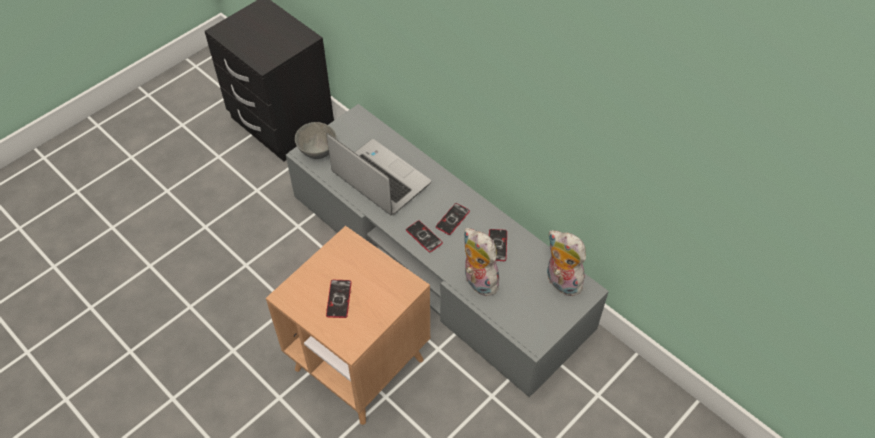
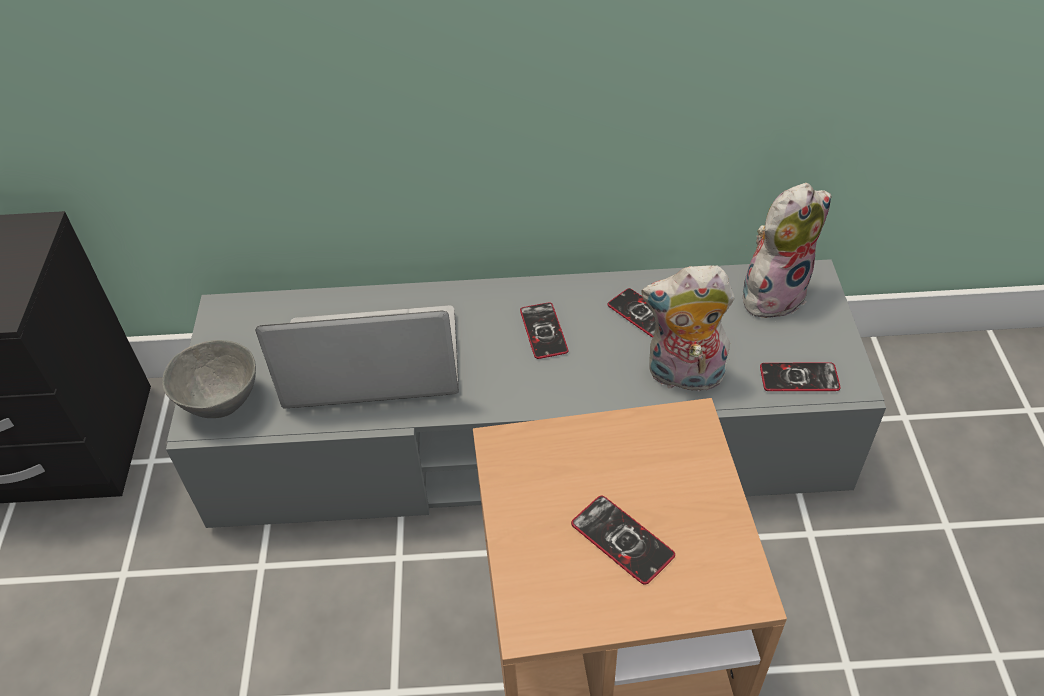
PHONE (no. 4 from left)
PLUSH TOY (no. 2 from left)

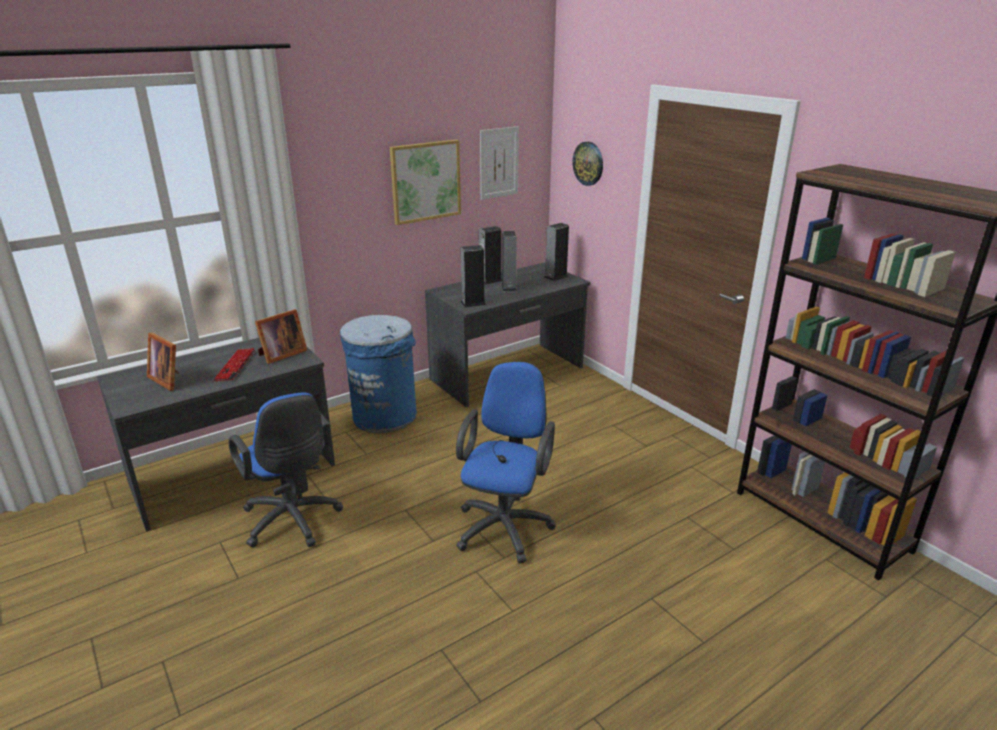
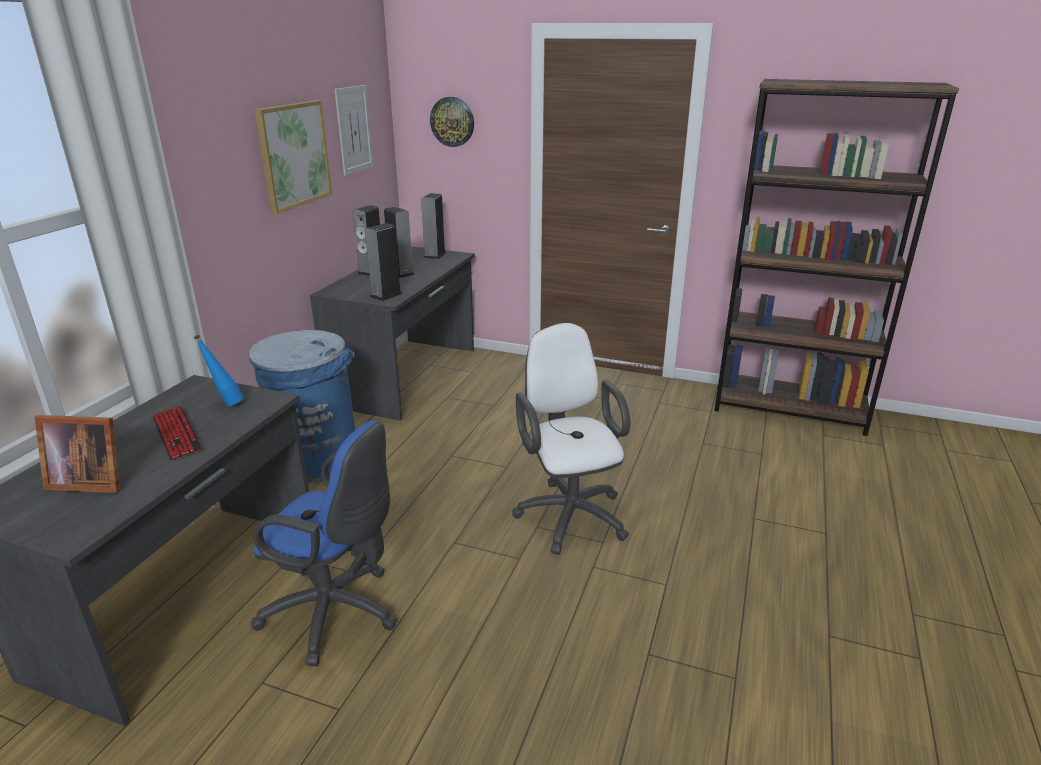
BLUE BOTTLE
WHITE OFFICE CHAIR

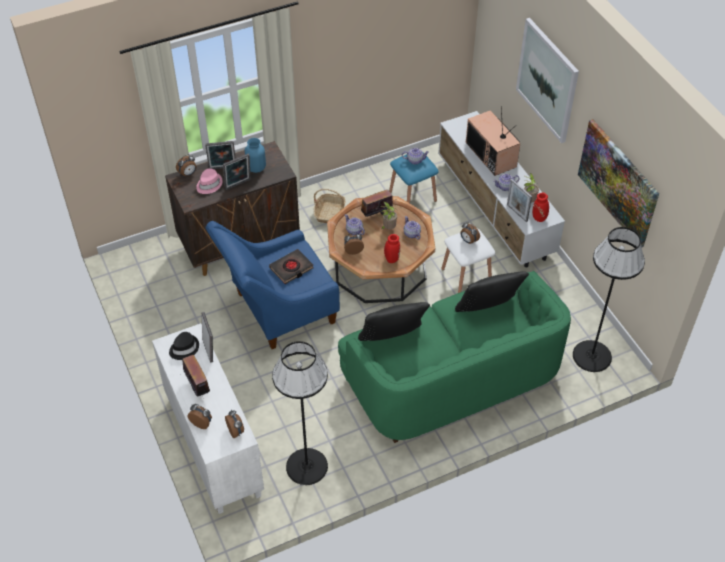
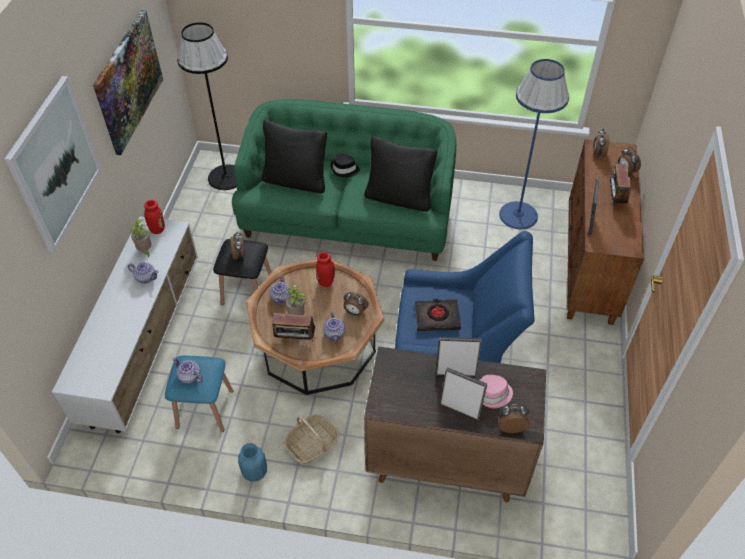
TELEVISION
PICTURE FRAME (no. 4 from left in the first image)
BLACK HAT
BLUE VASE
BROWN CABINET (no. 2 from left)
BLUE FLOOR LAMP
BLACK STOOL

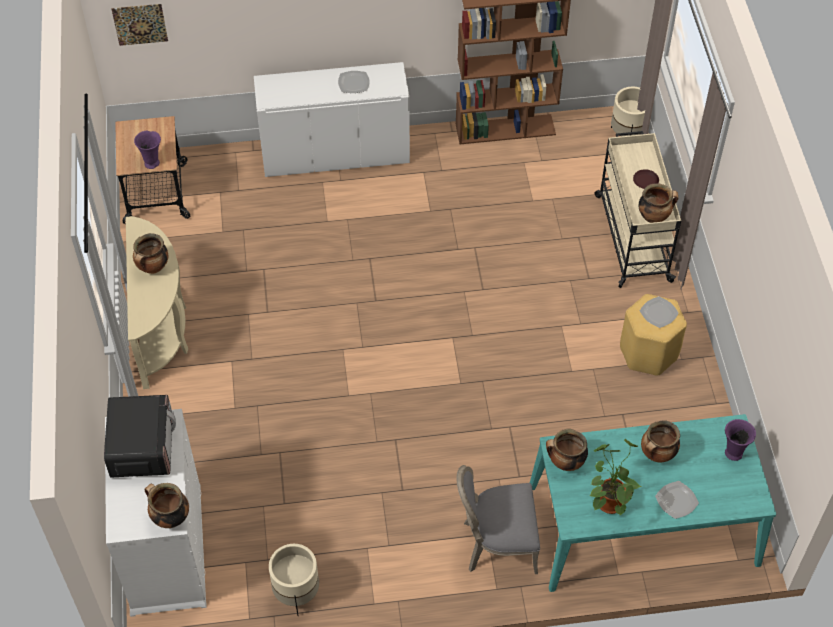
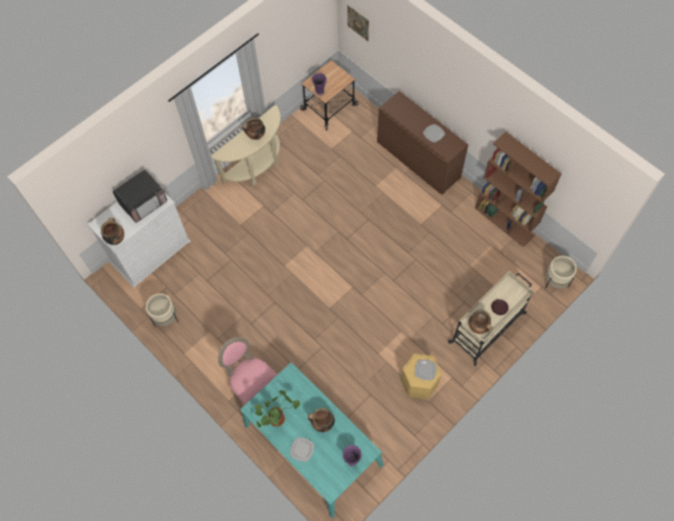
COOKING POT (no. 3 from left in the first image)
BROWN CABINET
PINK CHAIR

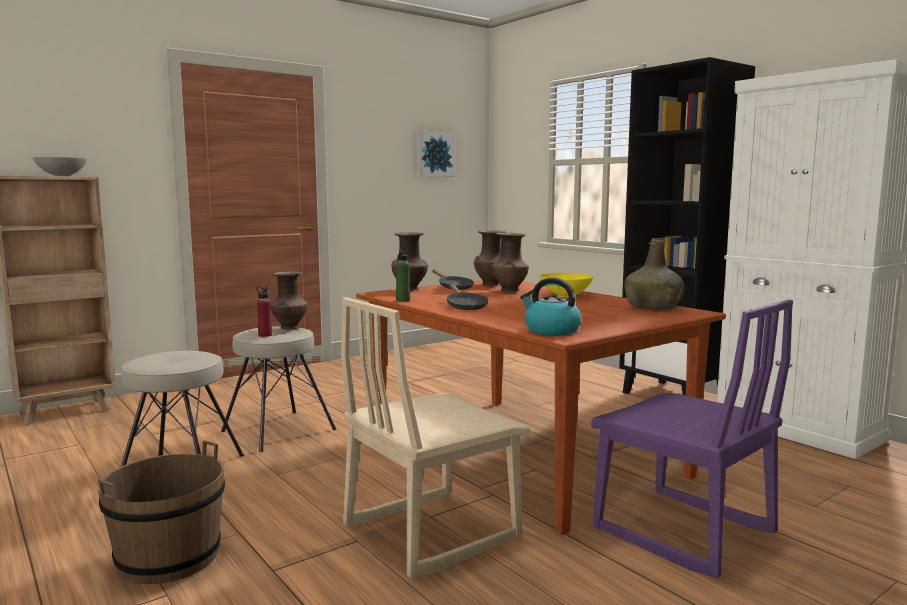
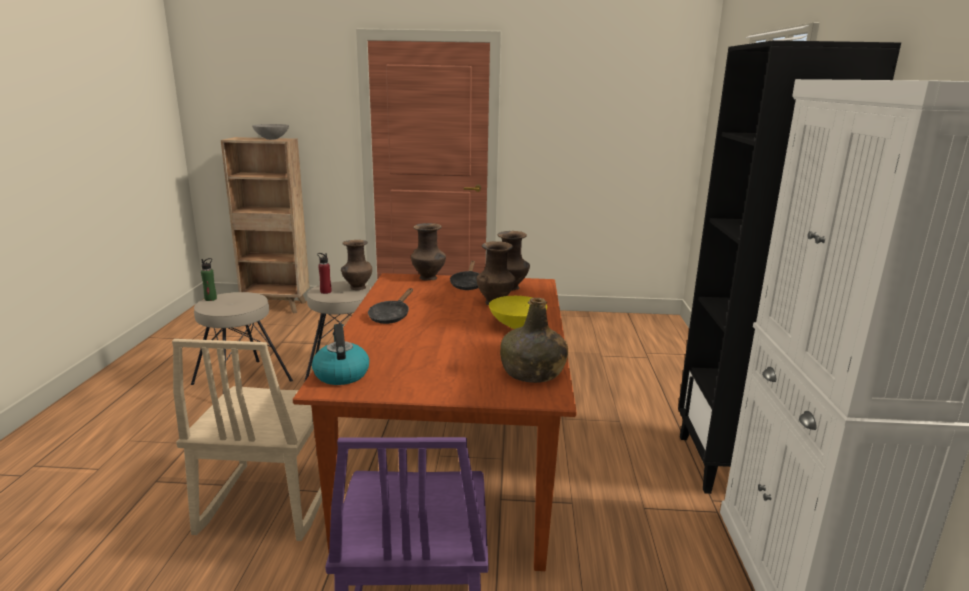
BROWN BUCKET
PICTURE
GREEN BOTTLE (no. 1 from left)
BEIGE CHAIR

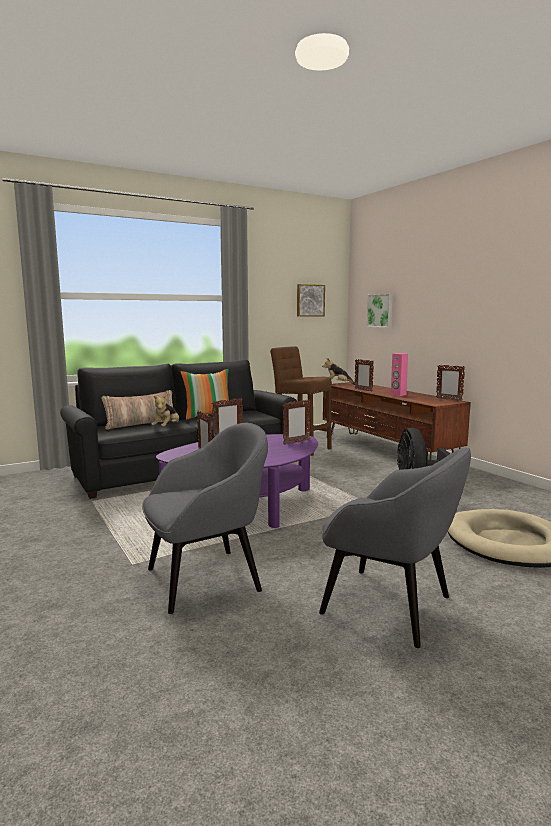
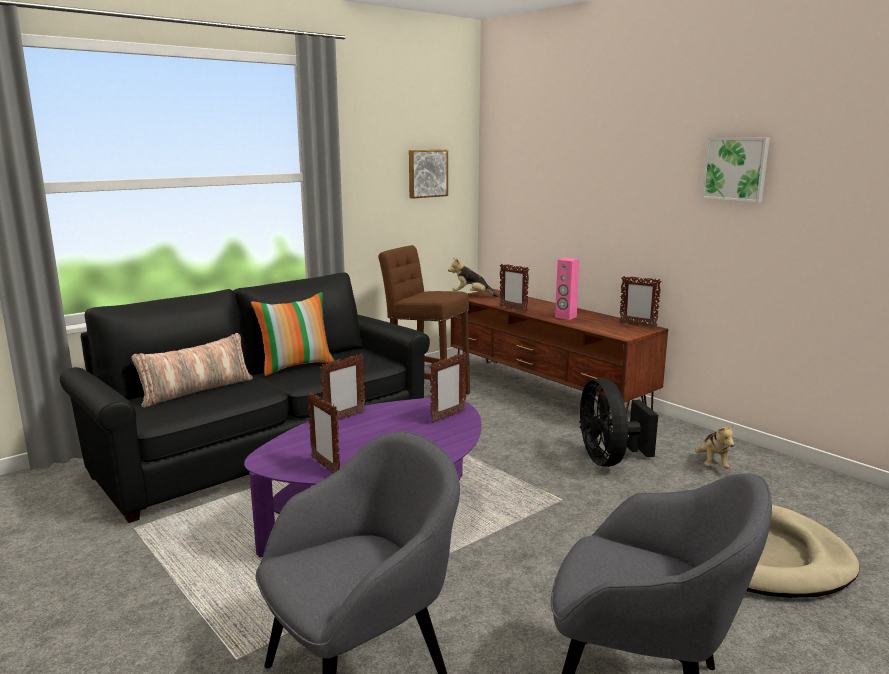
PLUSH TOY (no. 2 from left)
PICTURE (no. 2 from left)

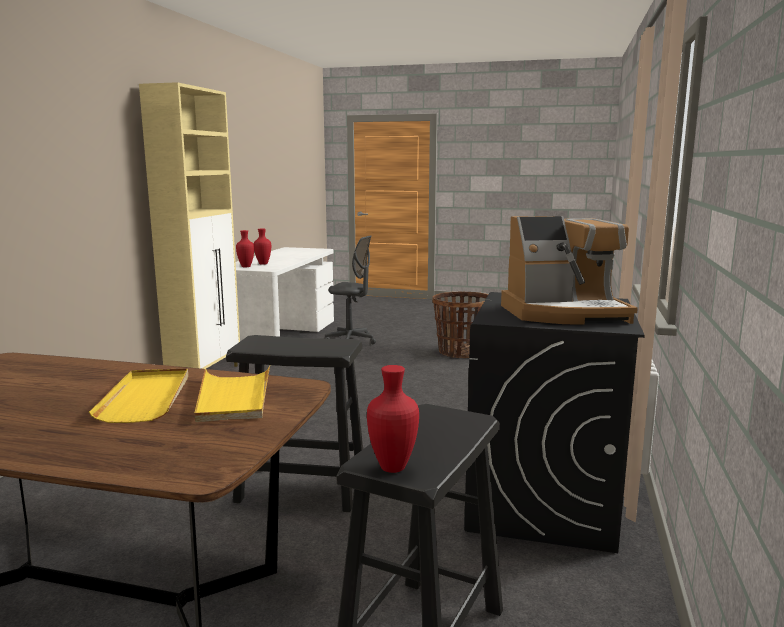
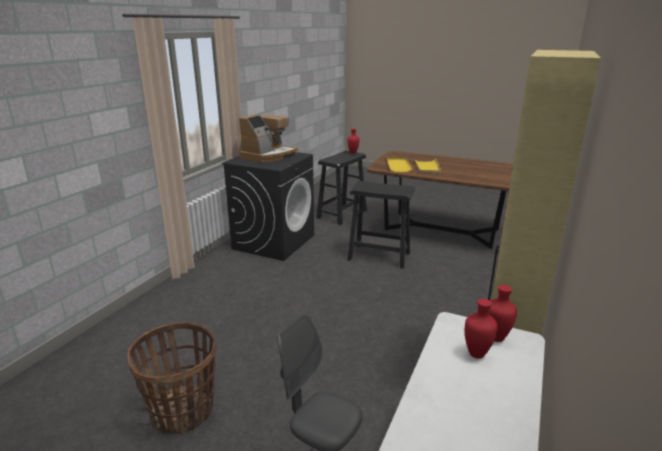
COFFEE MACHINE

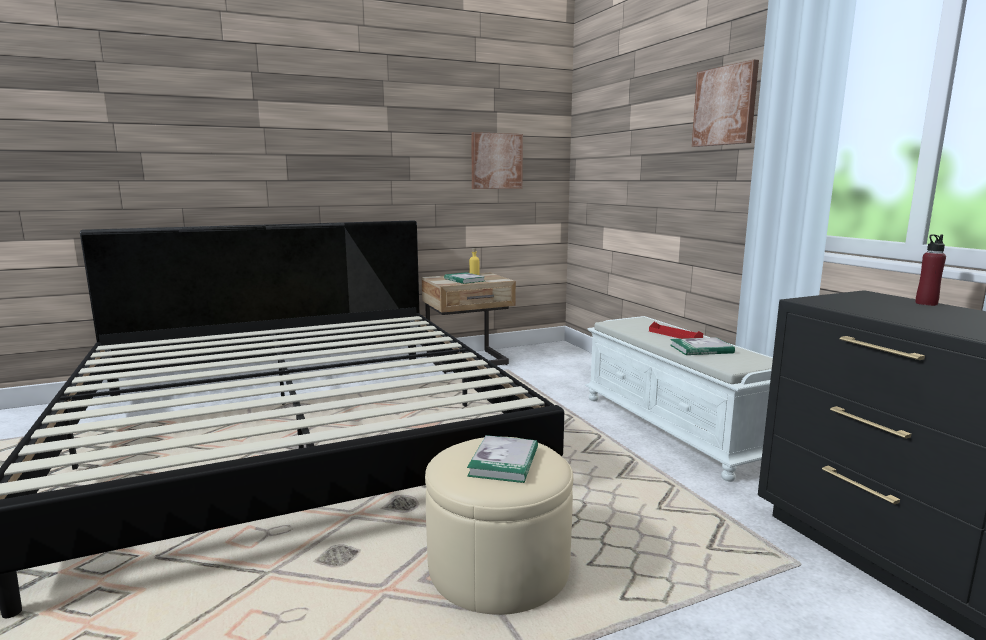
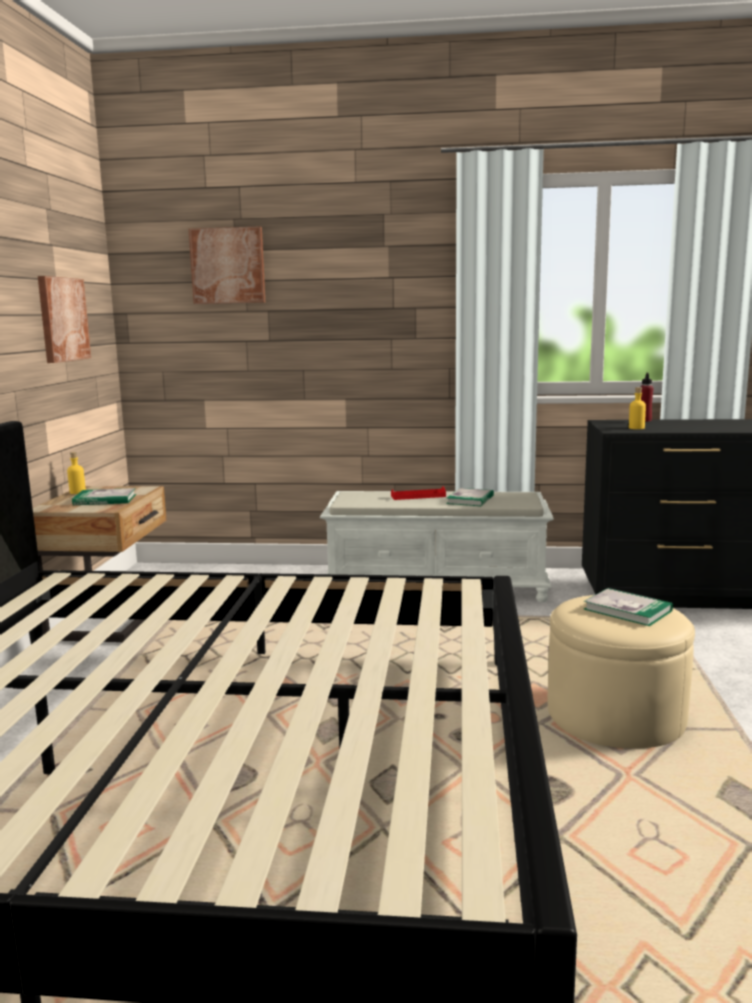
YELLOW BOTTLE (no. 2 from left)
PICTURE (no. 2 from left)

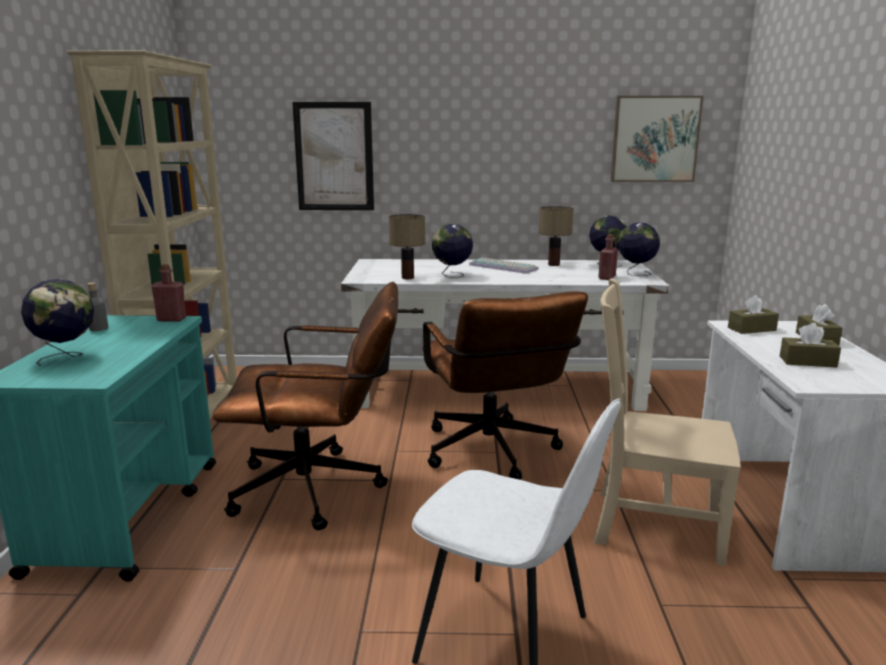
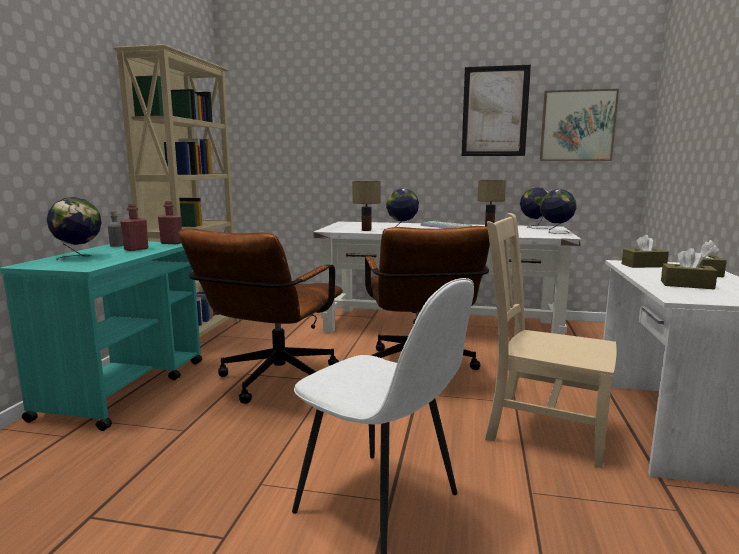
PICTURE (no. 1 from left)
RED BOTTLE (no. 1 from left)
BROWN OFFICE CHAIR (no. 1 from left)

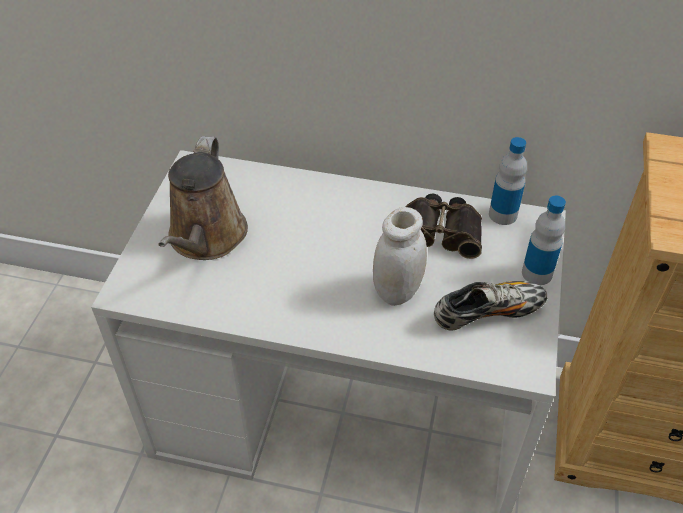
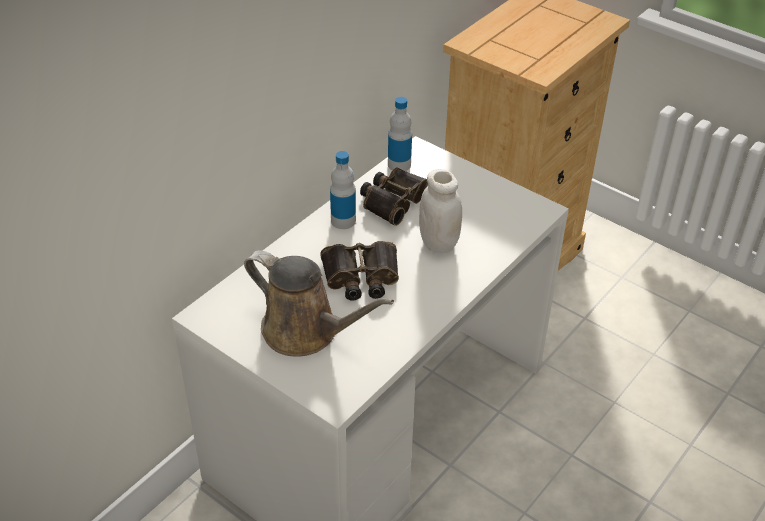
SHOE
BINOCULARS (no. 1 from left)
BOTTLE (no. 1 from left)

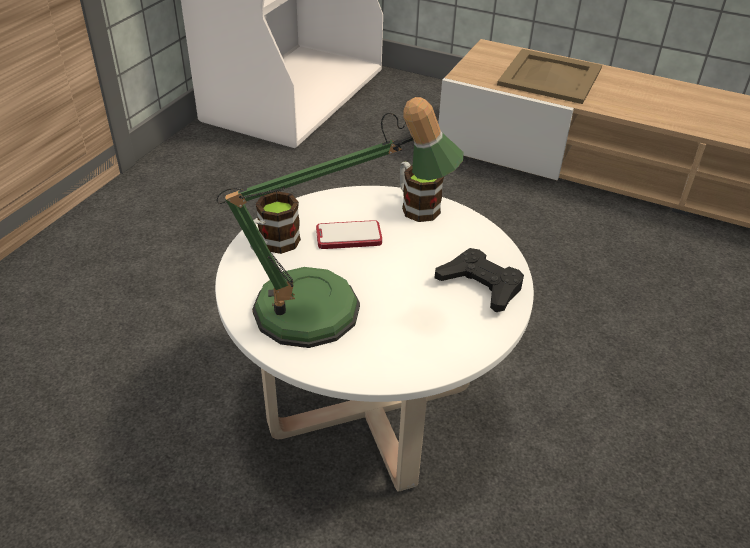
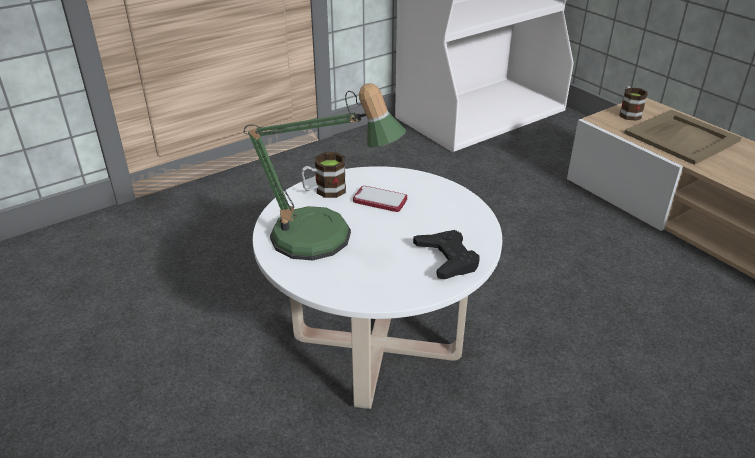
MUG (no. 2 from left)

